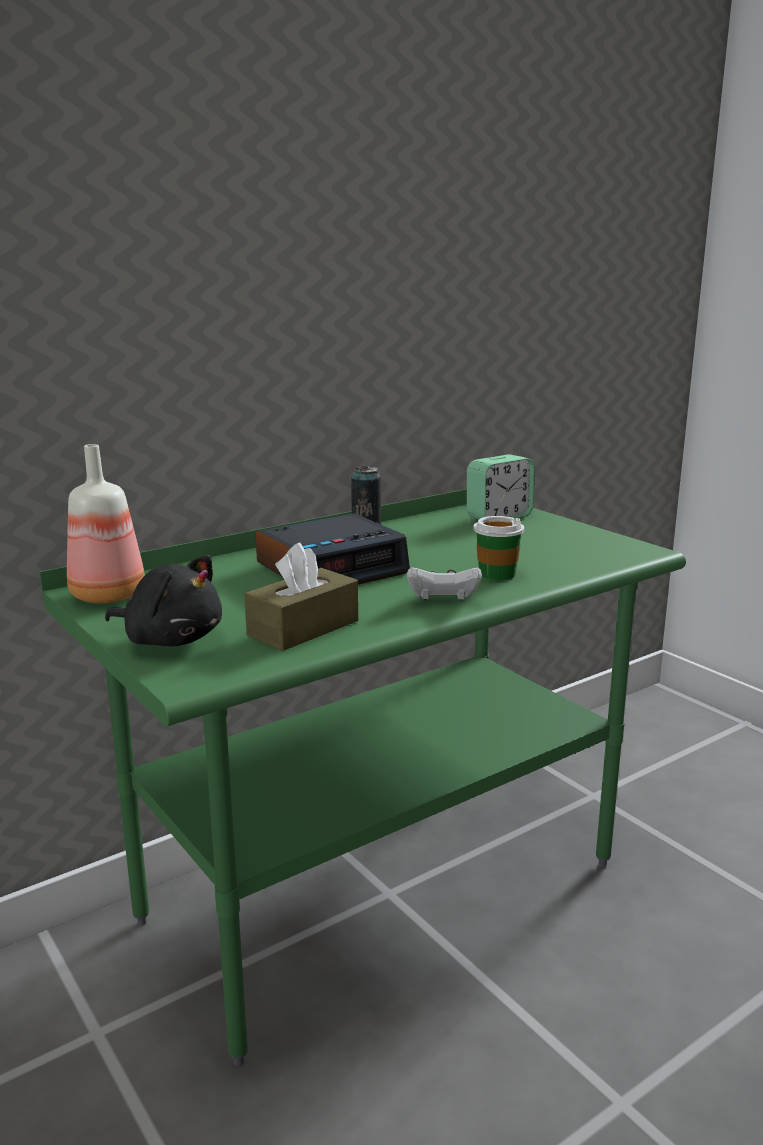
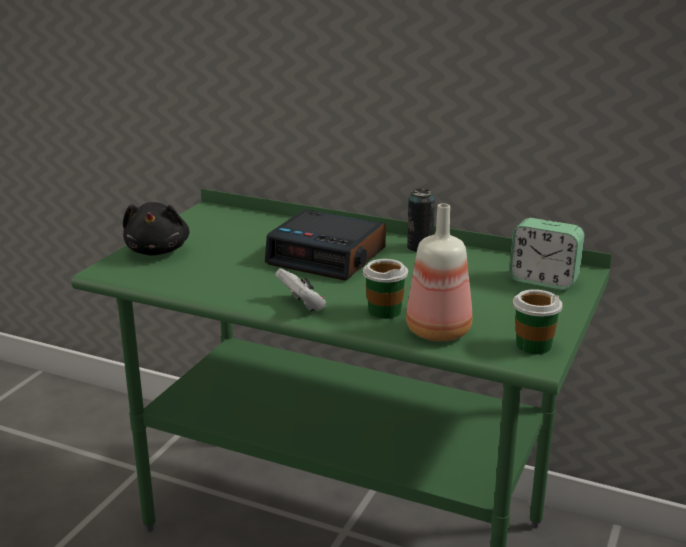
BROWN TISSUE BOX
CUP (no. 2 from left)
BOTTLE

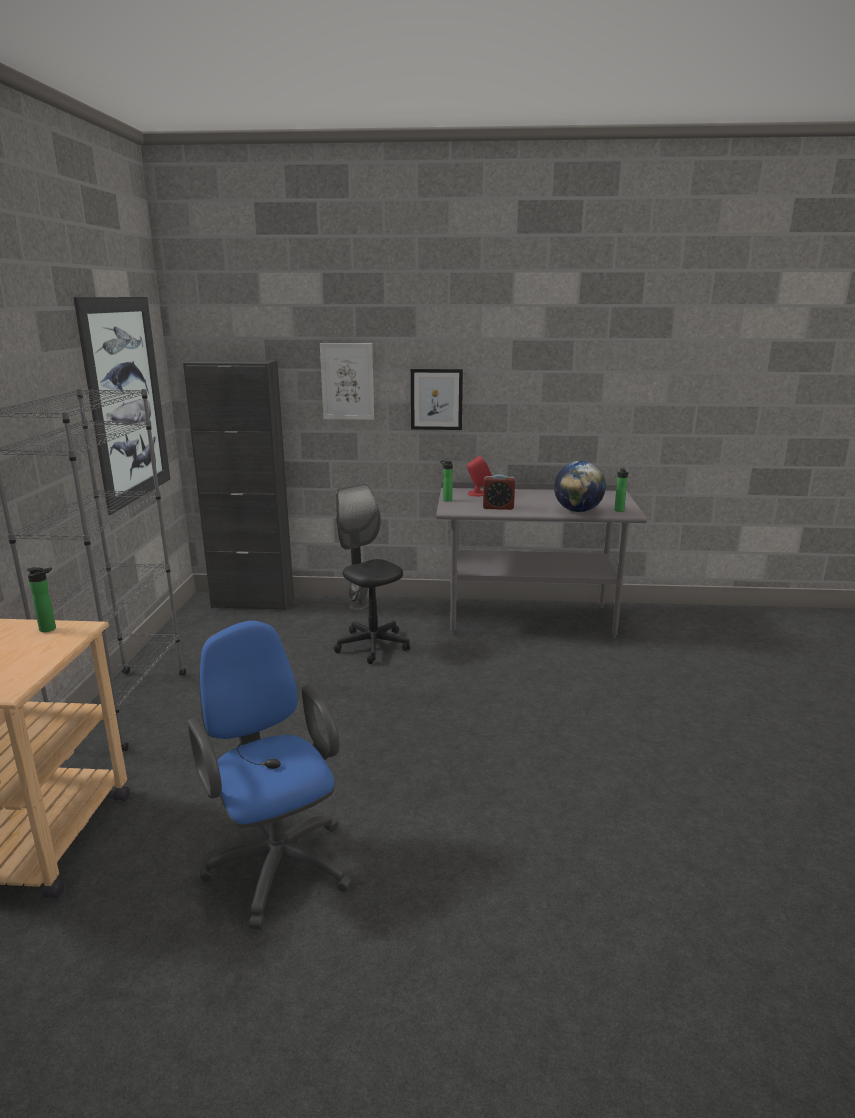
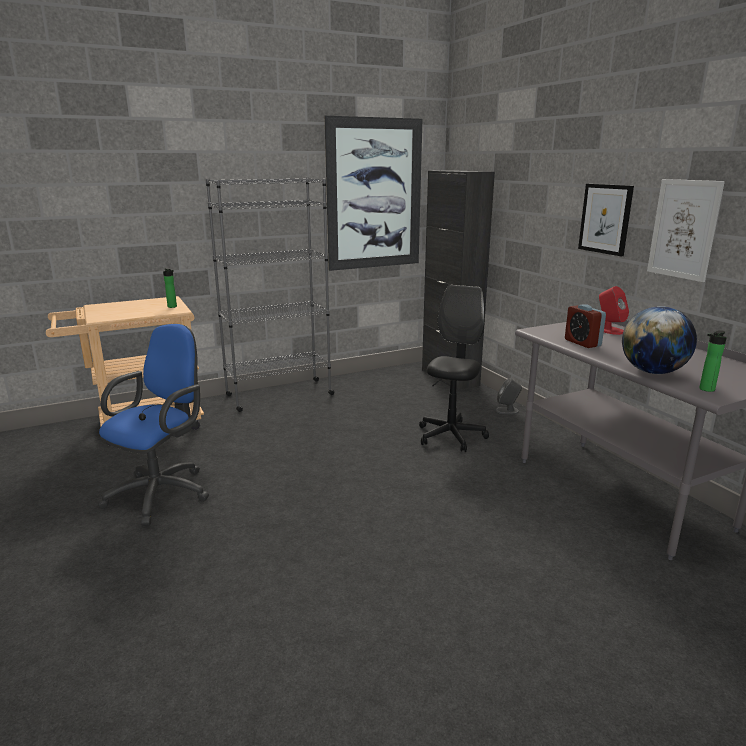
BOTTLE (no. 2 from left in the first image)
PICTURE (no. 3 from left)

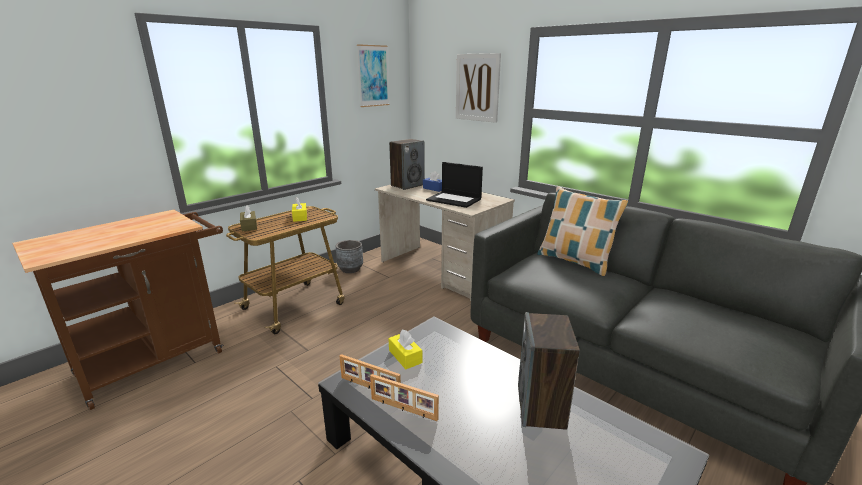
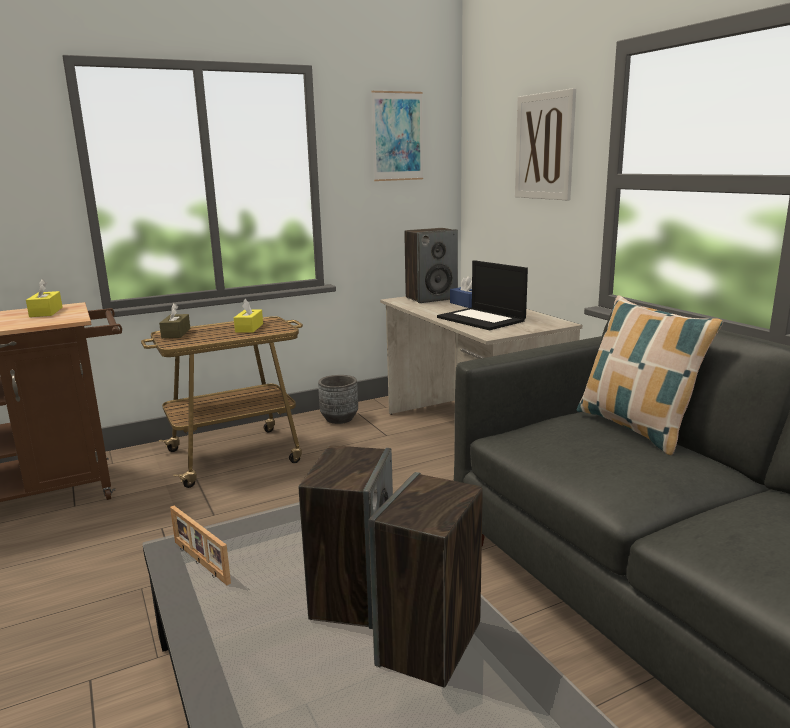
PICTURE FRAME (no. 2 from left in the first image)
SPEAKER (no. 1 from left)
YELLOW TISSUE BOX (no. 1 from left)

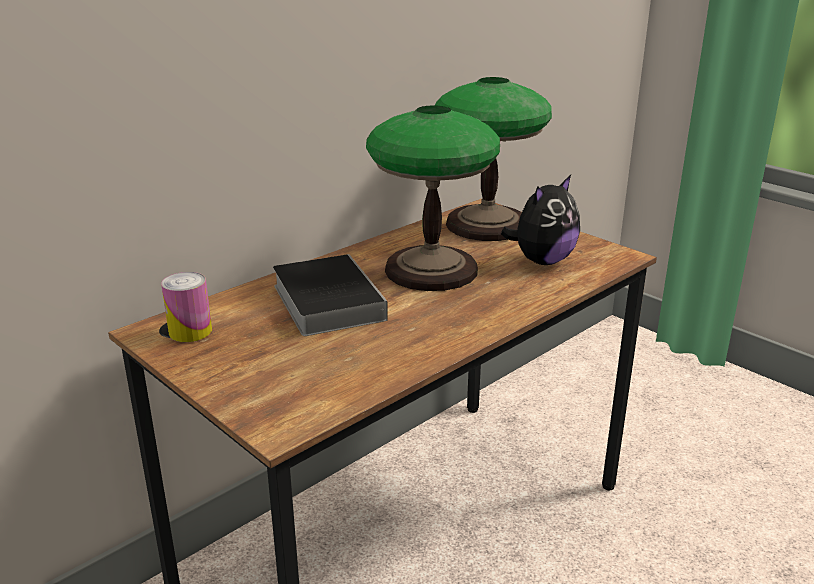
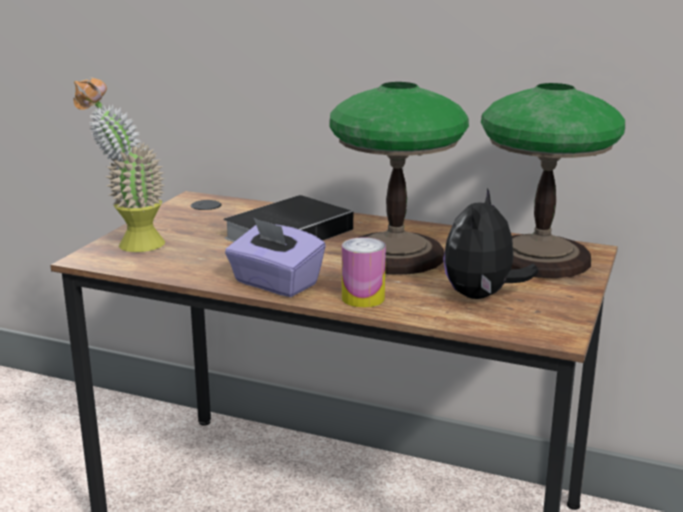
POTTED PLANT
PURPLE TISSUE BOX
CAN
PLUSH TOY

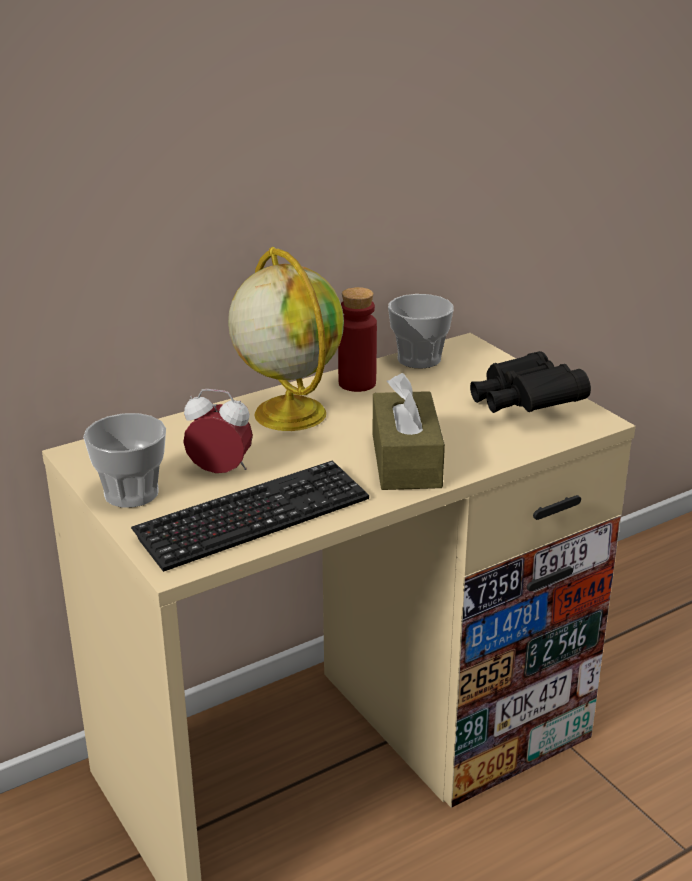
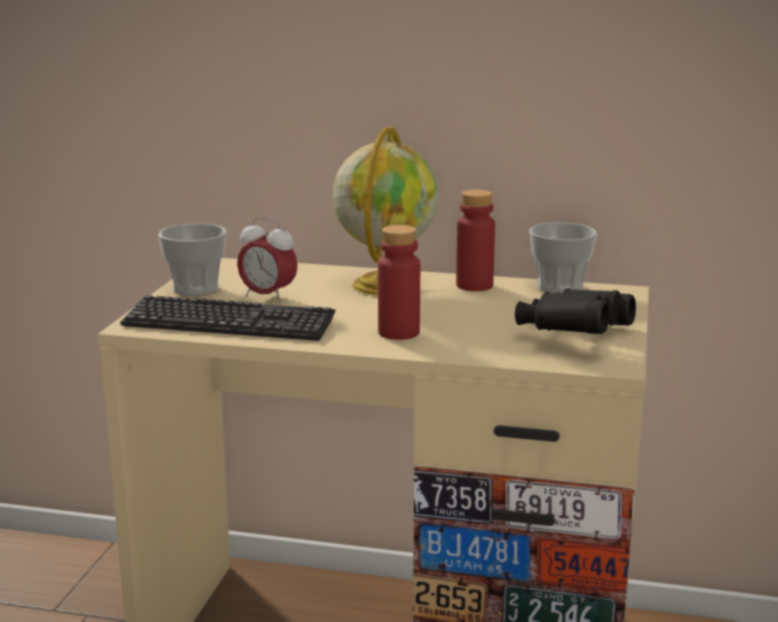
RED BOTTLE (no. 1 from left)
ALARM CLOCK

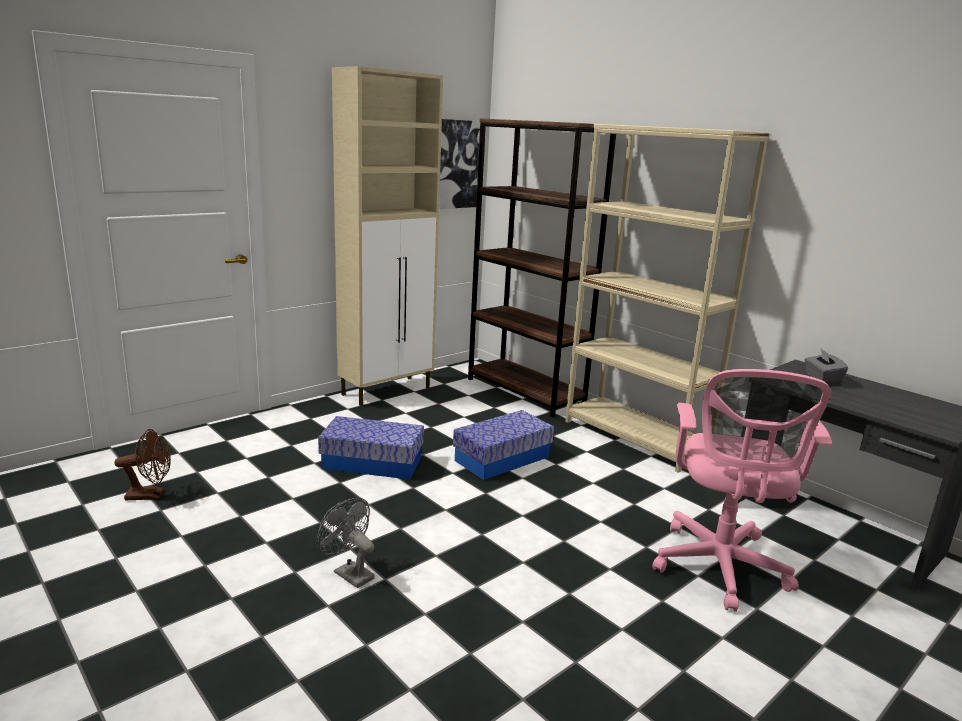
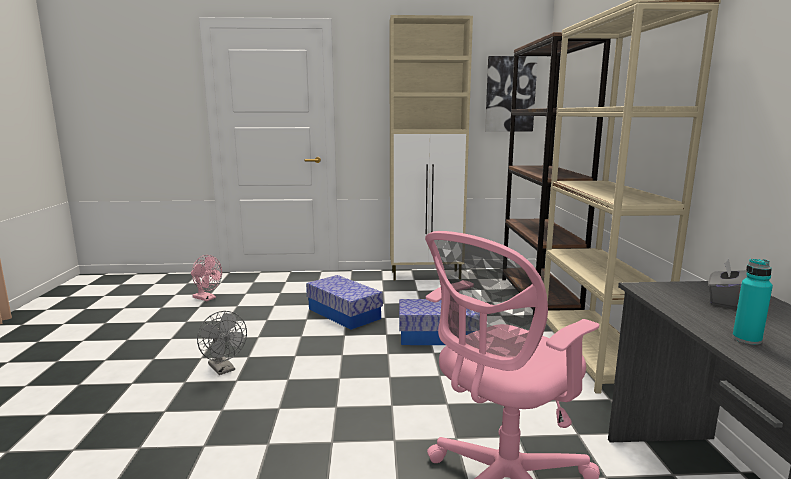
TURQUOISE BOTTLE
PINK FAN
GREY FAN

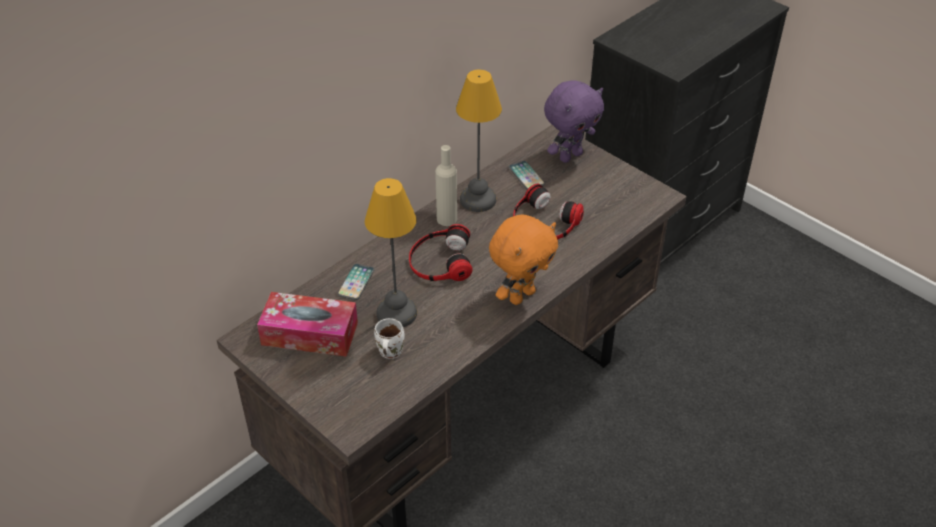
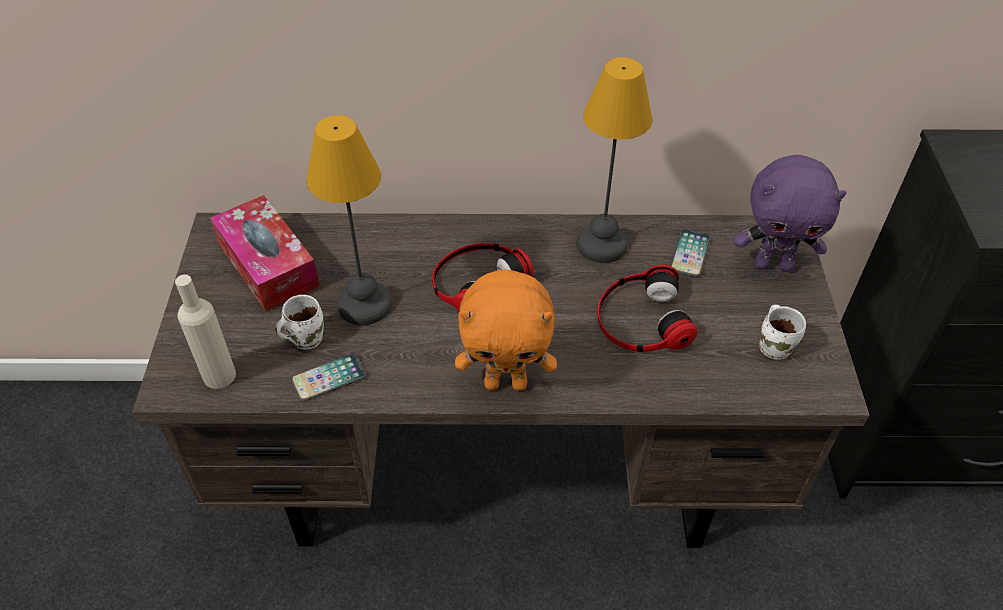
WHITE MUG (no. 2 from left)
PHONE (no. 1 from left)
BEIGE BOTTLE

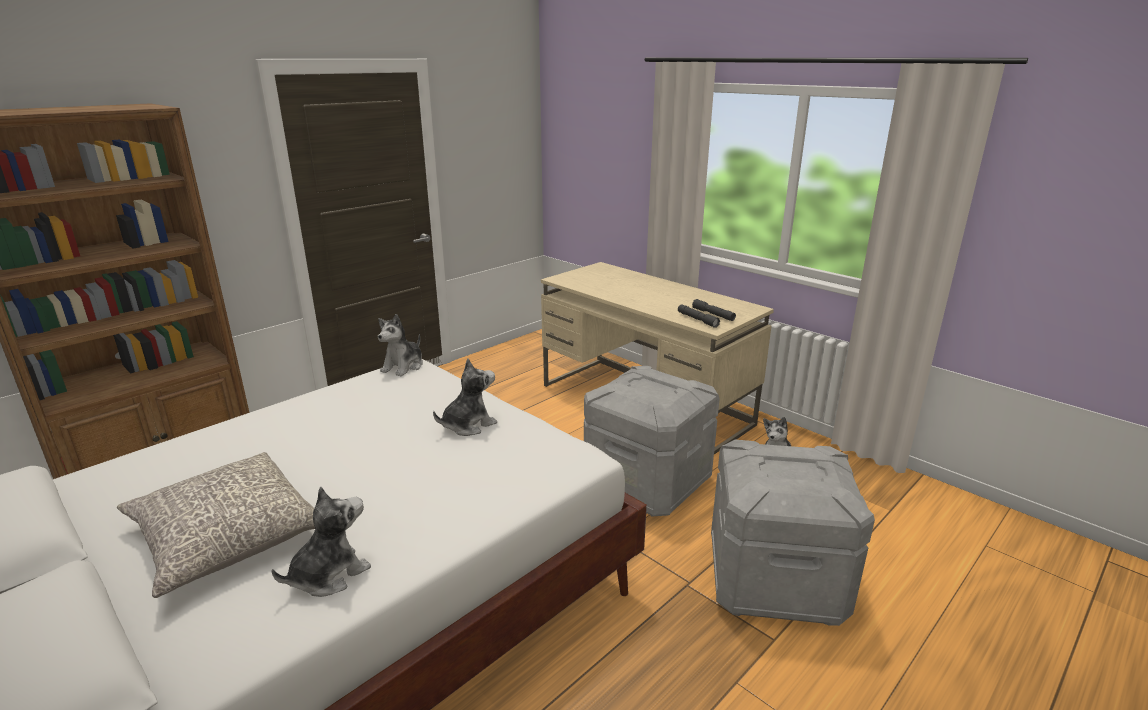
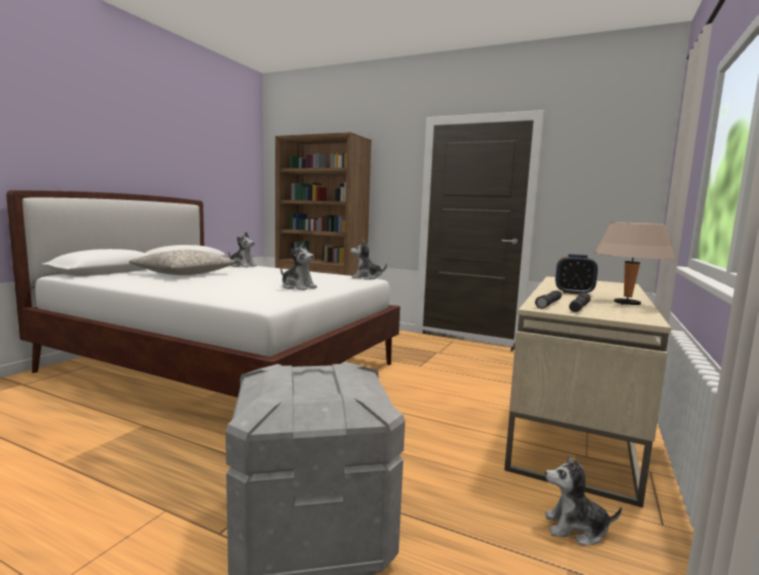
GREY STORAGE BOX (no. 1 from left in the first image)
ALARM CLOCK
BEIGE TABLE LAMP
PLUSH TOY (no. 1 from left)

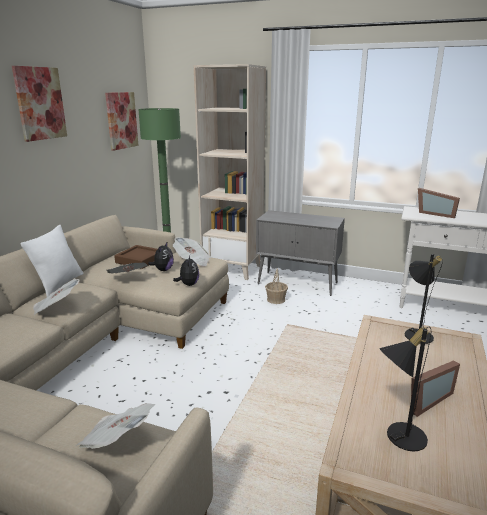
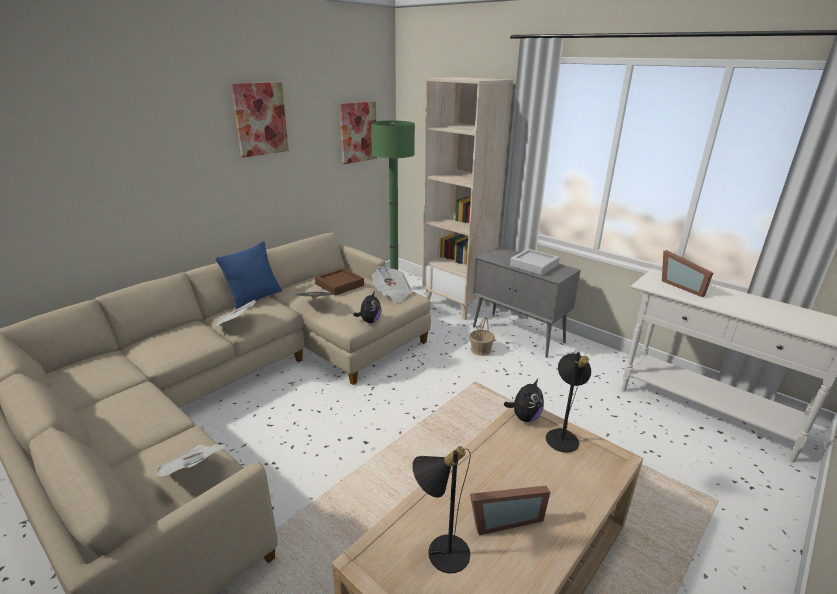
GREY TRAY
PLUSH TOY (no. 2 from left)
BLUE PILLOW

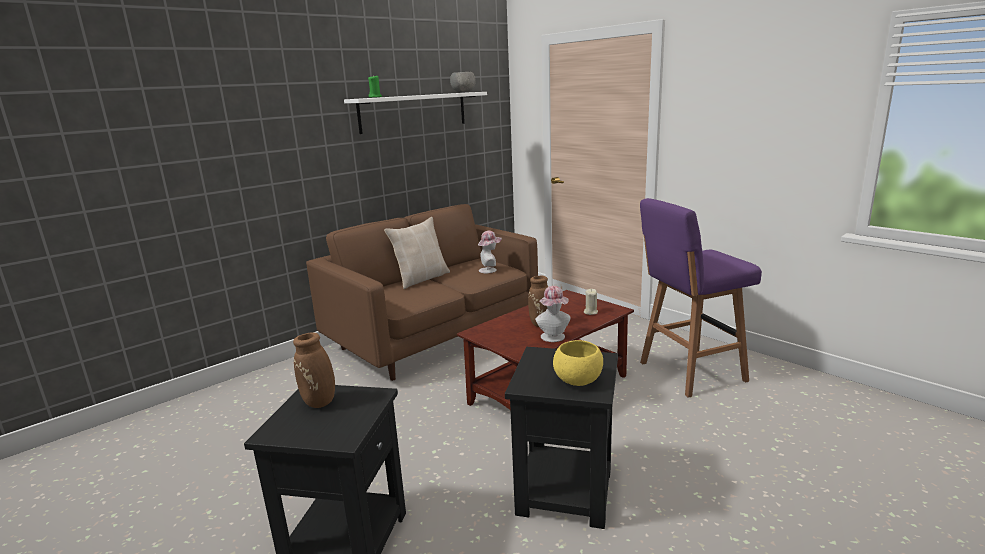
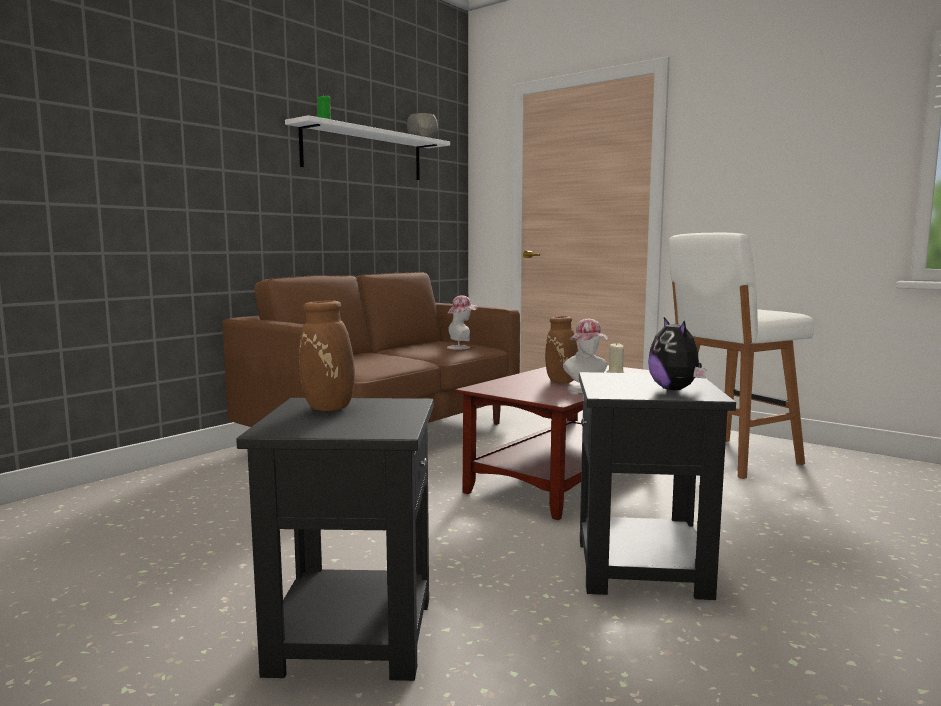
BEIGE PILLOW
PLUSH TOY
WHITE STOOL

